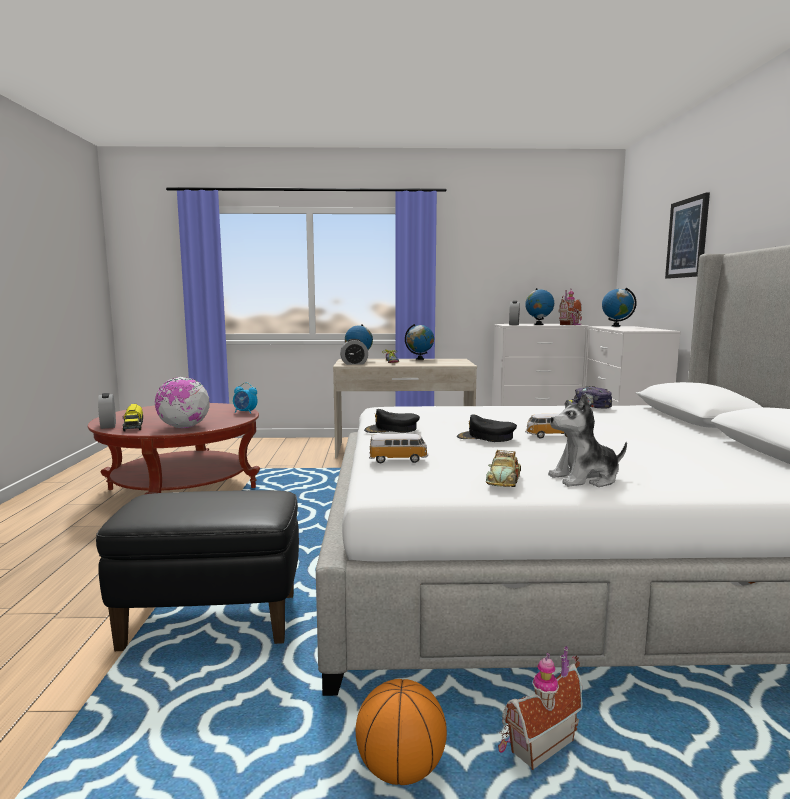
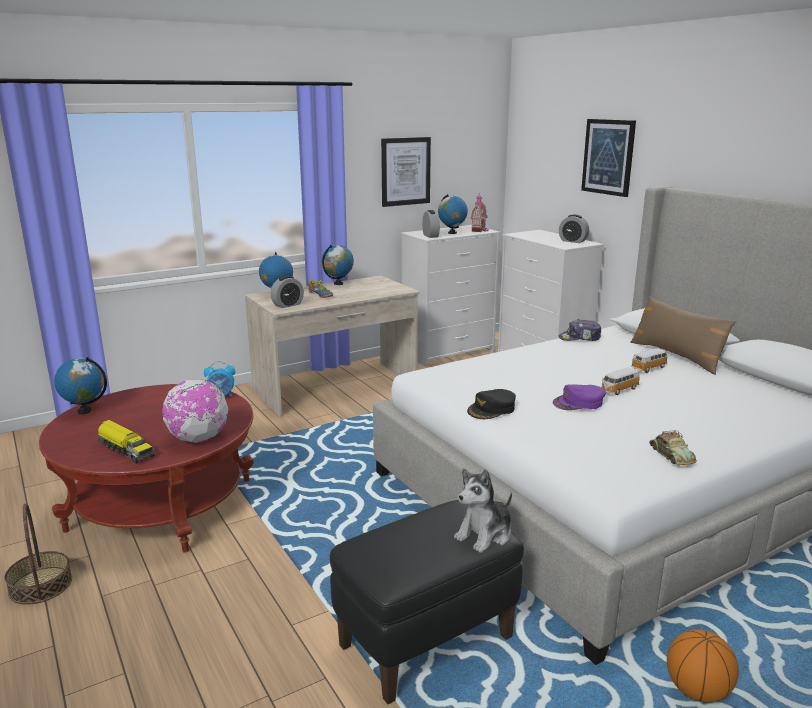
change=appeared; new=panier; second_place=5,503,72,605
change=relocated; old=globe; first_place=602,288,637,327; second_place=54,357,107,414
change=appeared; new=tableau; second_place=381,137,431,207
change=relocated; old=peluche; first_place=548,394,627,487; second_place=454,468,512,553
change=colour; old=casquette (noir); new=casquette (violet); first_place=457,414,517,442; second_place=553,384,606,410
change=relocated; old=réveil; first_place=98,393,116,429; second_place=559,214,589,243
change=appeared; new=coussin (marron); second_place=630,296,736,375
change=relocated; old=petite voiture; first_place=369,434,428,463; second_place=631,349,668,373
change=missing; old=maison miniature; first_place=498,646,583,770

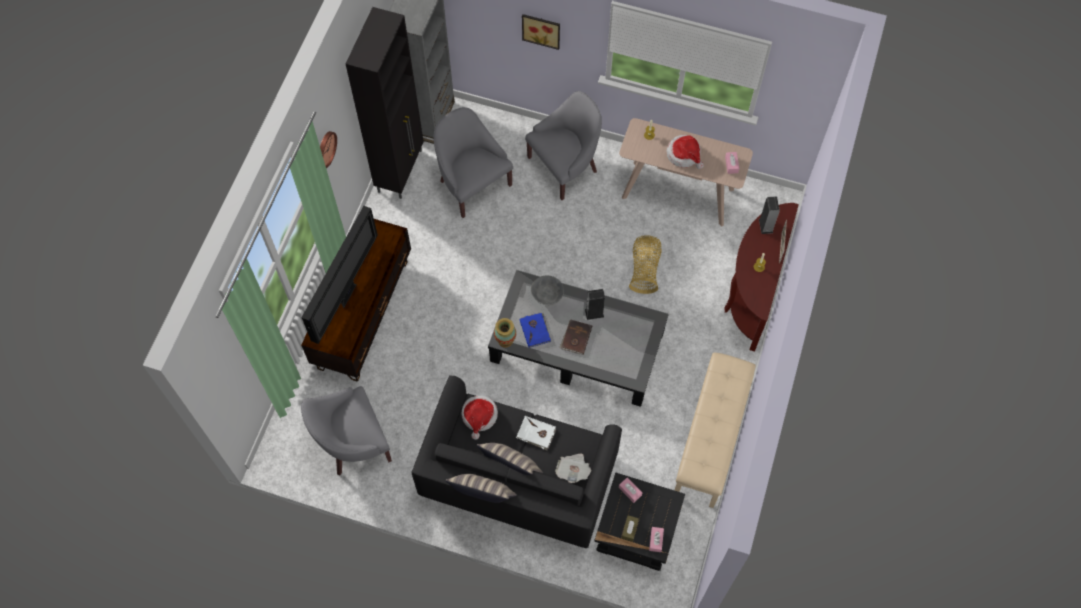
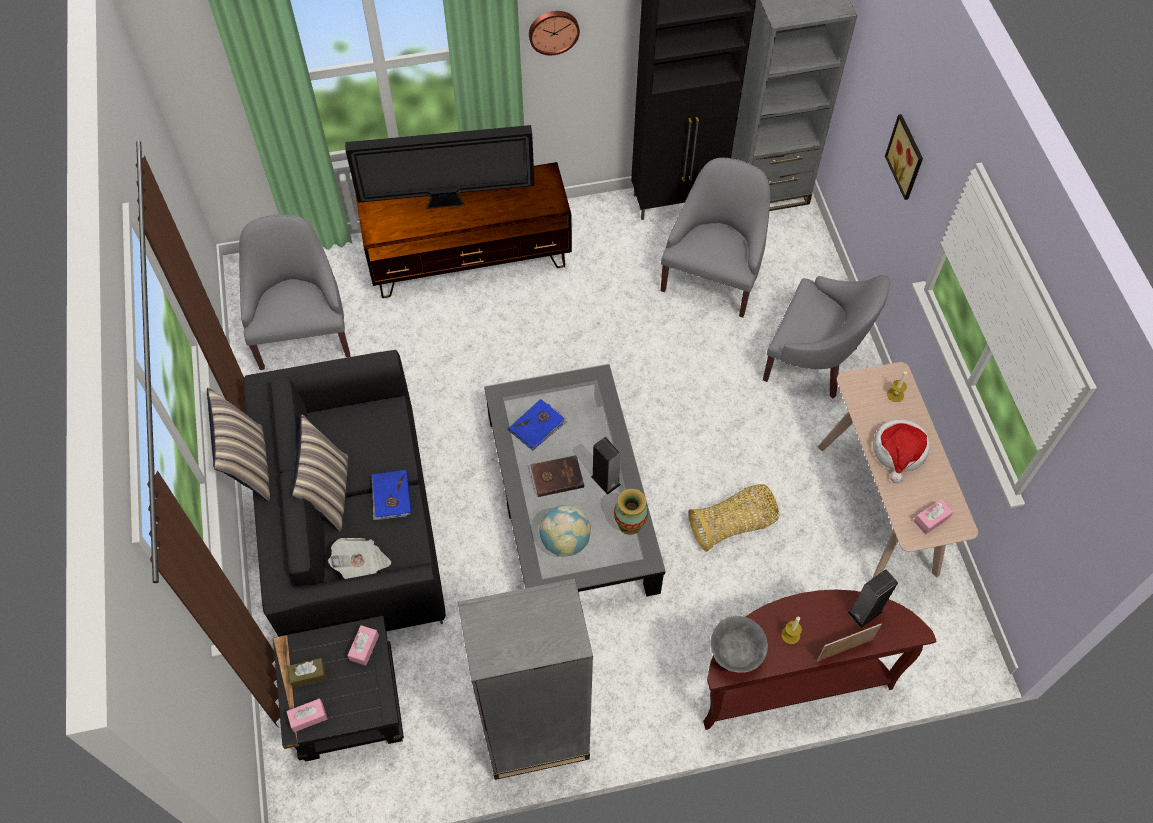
change=spun; old=fauteuil (gris); first_place=301,386,392,476; second_place=239,214,350,370; degrees=45
change=colour; old=livre (blanc); new=livre (bleu); first_place=516,416,556,451; second_place=372,470,412,520
change=exchanged; old=banc (beige); new=bibliothèque (gris); first_place=674,352,756,508; second_place=458,579,593,780
change=appeared; new=globe; second_place=539,505,591,557
change=relocated; old=vase; first_place=494,318,516,347; second_place=614,489,648,535
change=relocated; old=bol (gris); first_place=531,276,564,305; second_place=710,616,768,673
change=missing; old=chapeau; first_place=462,396,498,440

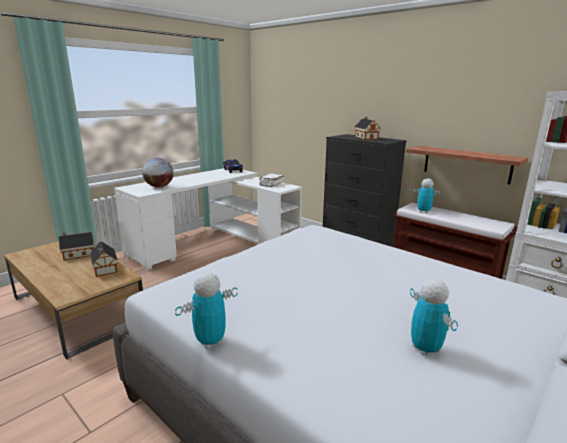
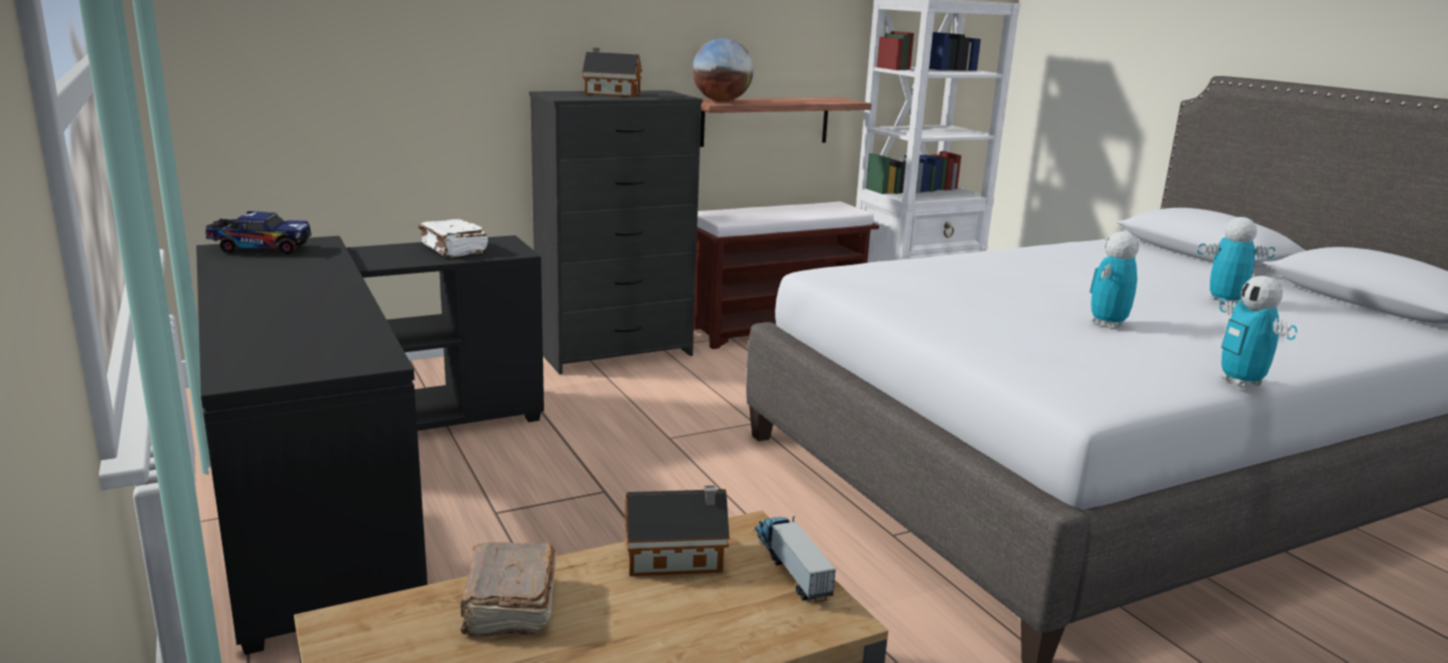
change=colour; old=bureau (blanc); new=bureau (noir); first_place=114,168,302,270; second_place=196,235,544,655
change=exchanged; old=maison miniature; new=livre (marron); first_place=59,232,94,260; second_place=460,542,556,637
change=relocated; old=globe; first_place=142,157,174,187; second_place=692,38,754,102
change=appeared; new=camion jouet; second_place=755,516,836,603
change=relocated; old=robot jouet; first_place=411,178,442,213; second_place=1090,231,1139,328

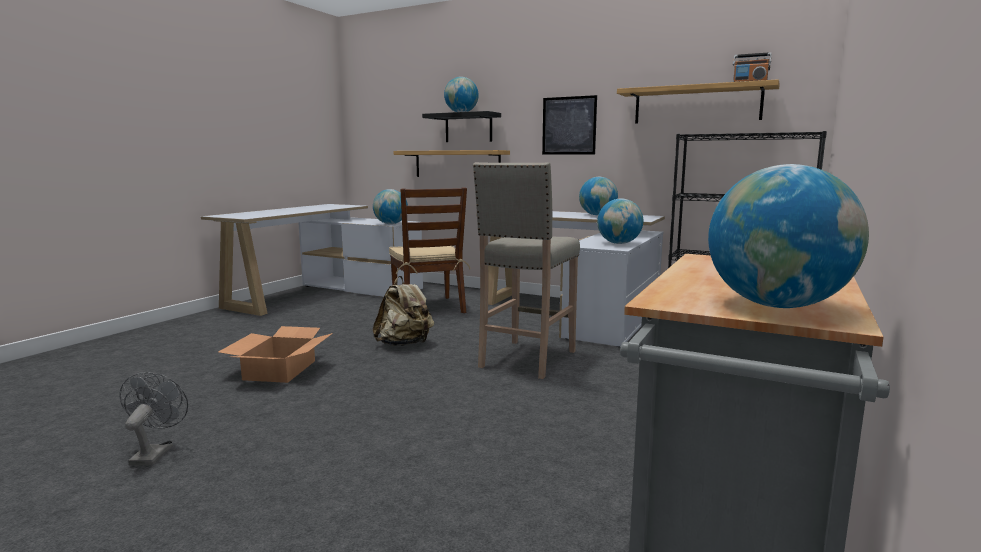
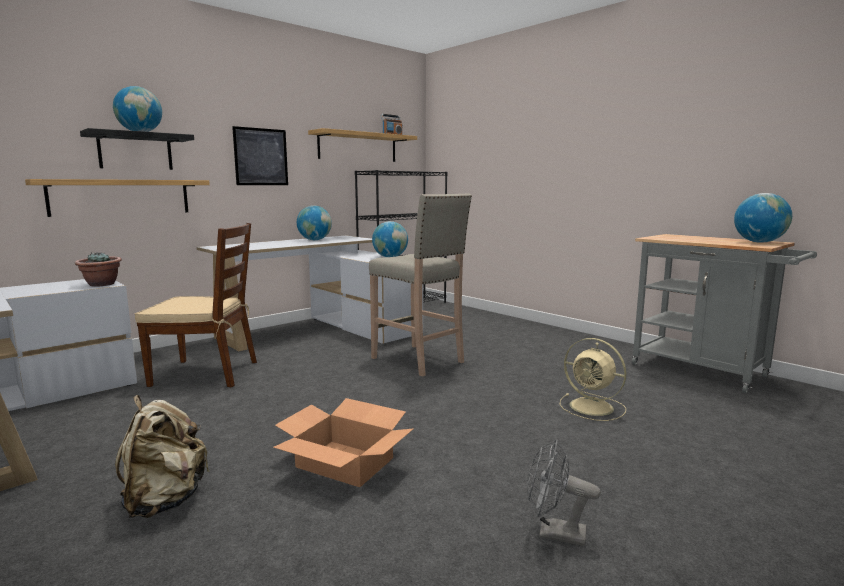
change=exchanged; old=globe; new=plante en pot; first_place=373,189,408,224; second_place=75,252,122,287
change=relocated; old=sac à dos (beige); first_place=373,276,434,346; second_place=115,395,210,518
change=appeared; new=ventilateur (beige); second_place=560,338,627,421

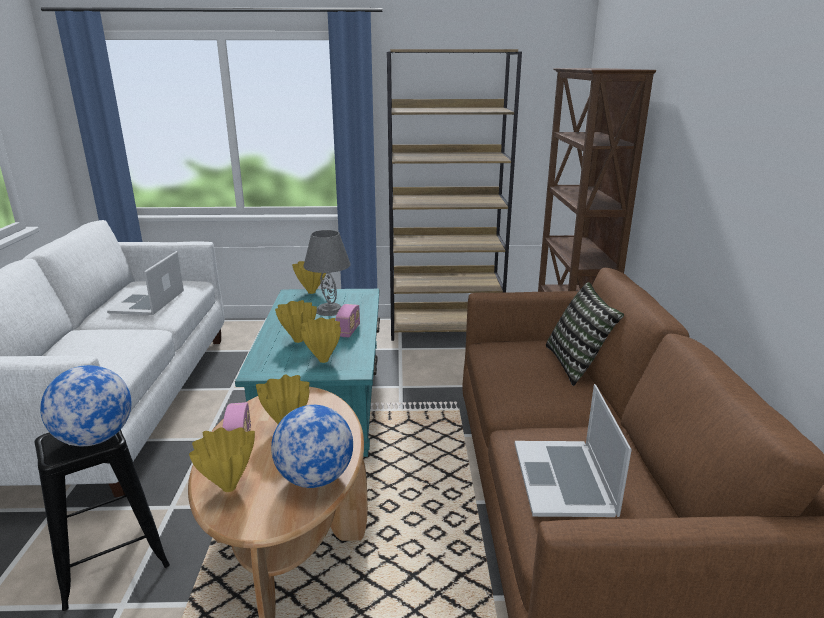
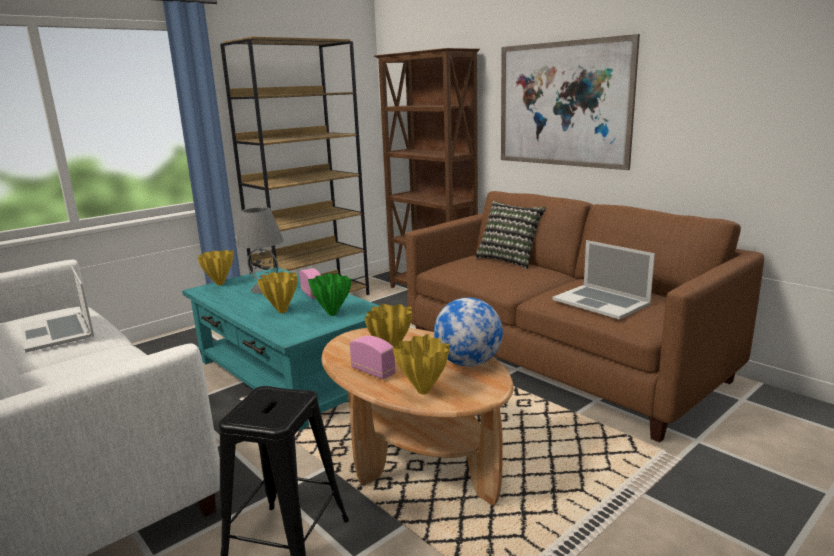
change=colour; old=vase (jaune); new=vase (vert); first_place=300,318,341,363; second_place=308,273,352,316
change=appeared; new=tableau; second_place=501,34,640,170
change=missing; old=globe; first_place=40,365,131,446

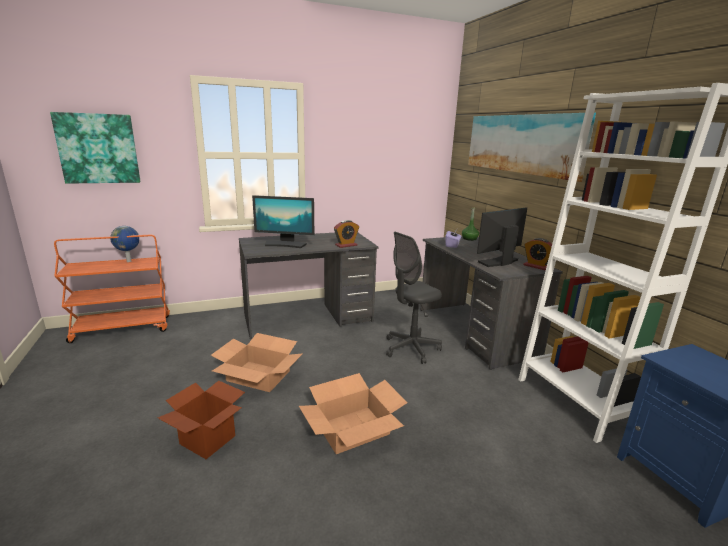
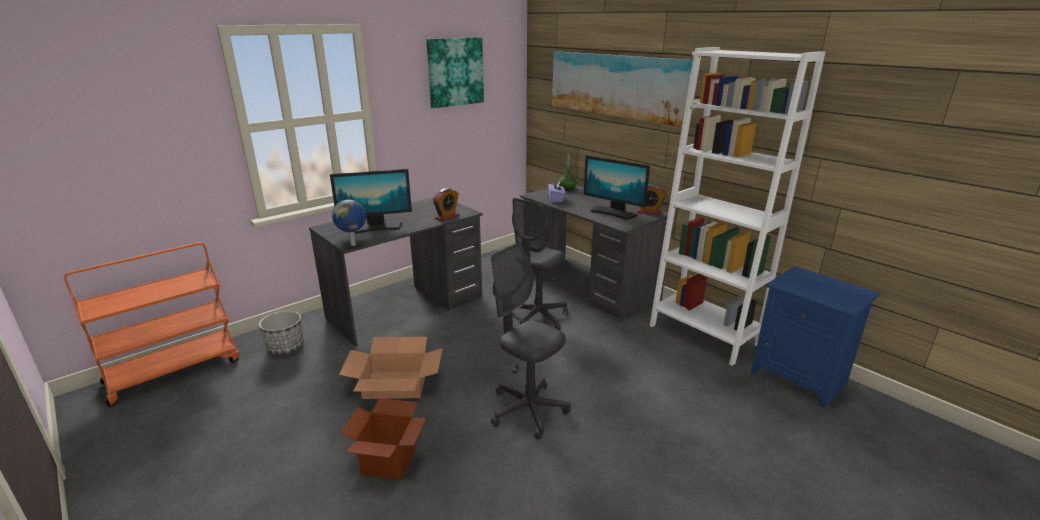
change=appeared; new=cache-pot; second_place=259,311,304,355
change=relocated; old=globe; first_place=110,226,139,262; second_place=332,199,366,246
change=relocated; old=tableau; first_place=50,112,141,184; second_place=426,37,484,108
change=exchanged; old=carton; new=chaise de bureau (gris); first_place=299,373,408,454; second_place=491,243,571,440
change=spun; old=écran d'ordinateur; first_place=477,207,527,267; second_place=584,156,650,220; degrees=-90

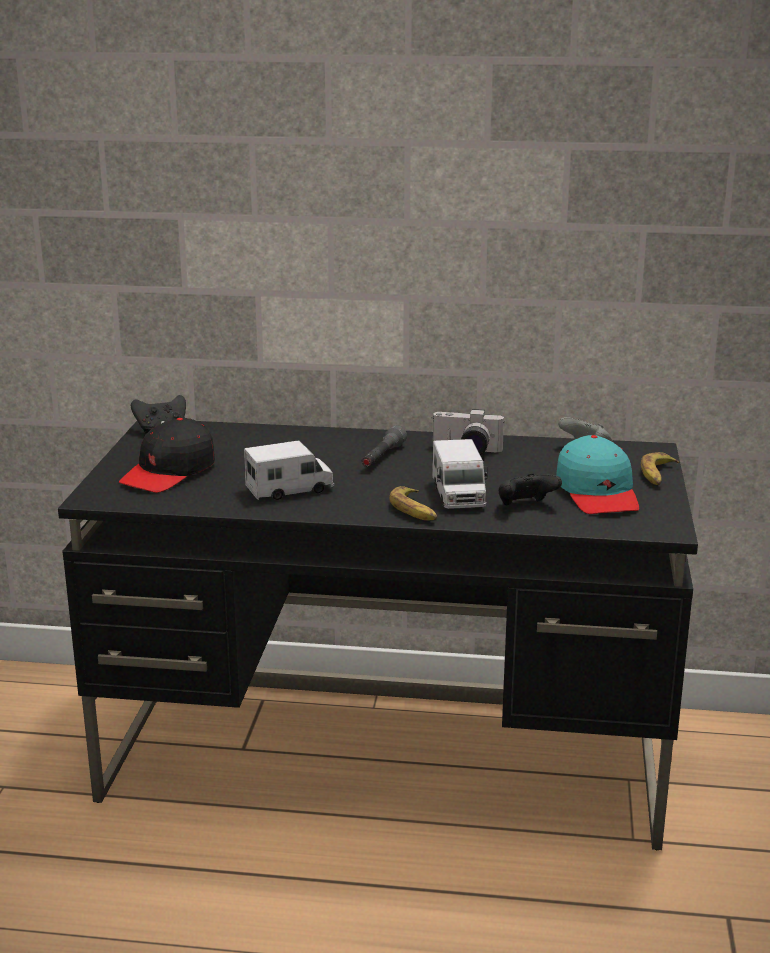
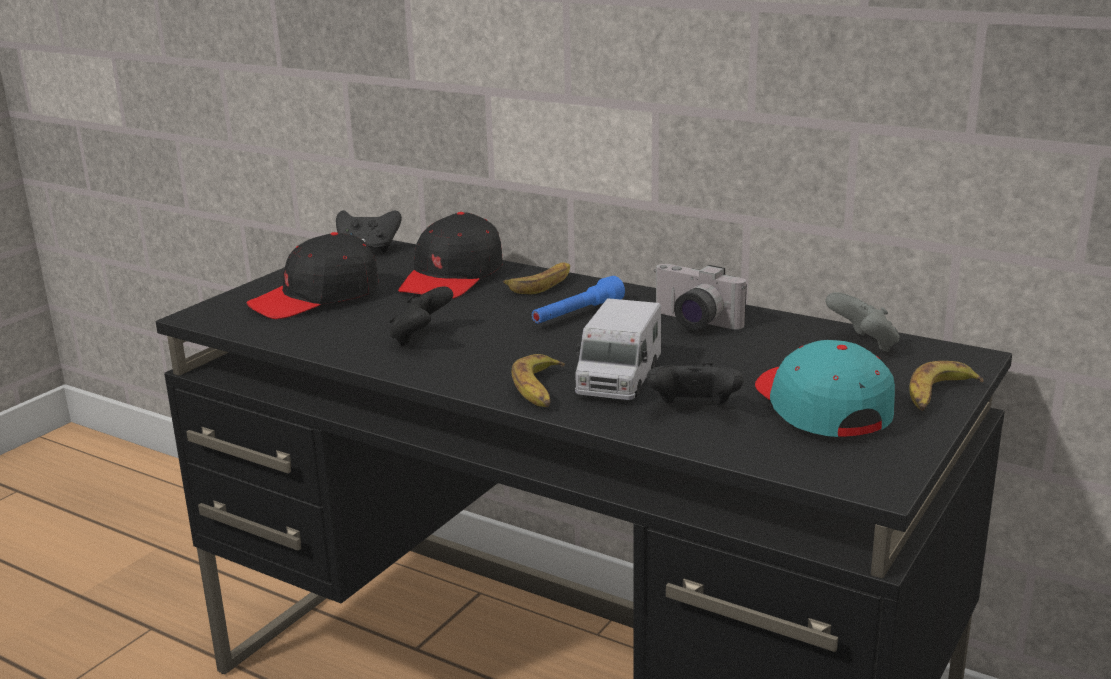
change=exchanged; old=camion jouet; new=manette (noir); first_place=244,440,334,500; second_place=389,286,453,346
change=appeared; new=casquette (noir); second_place=398,212,503,299
change=appeared; new=banane; second_place=503,263,570,294
change=colour; old=lampe de poche (gris); new=lampe de poche (bleu); first_place=362,425,407,467; second_place=532,276,625,324
change=spun; old=casquette (turquoise); first_place=556,435,639,514; second_place=755,340,895,437; degrees=150

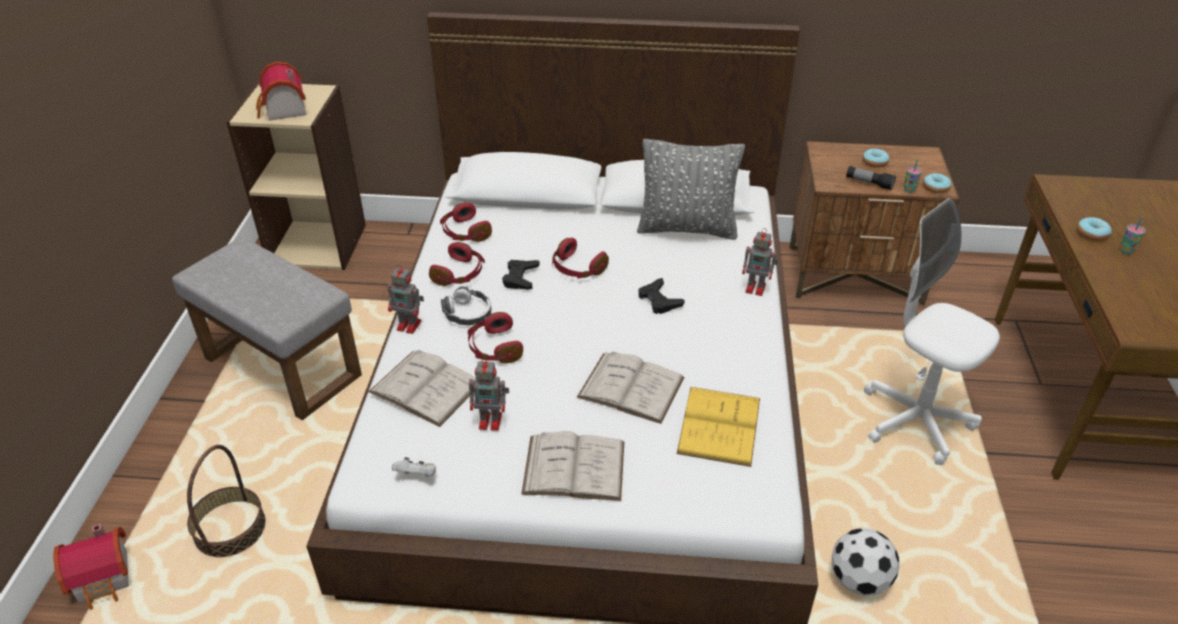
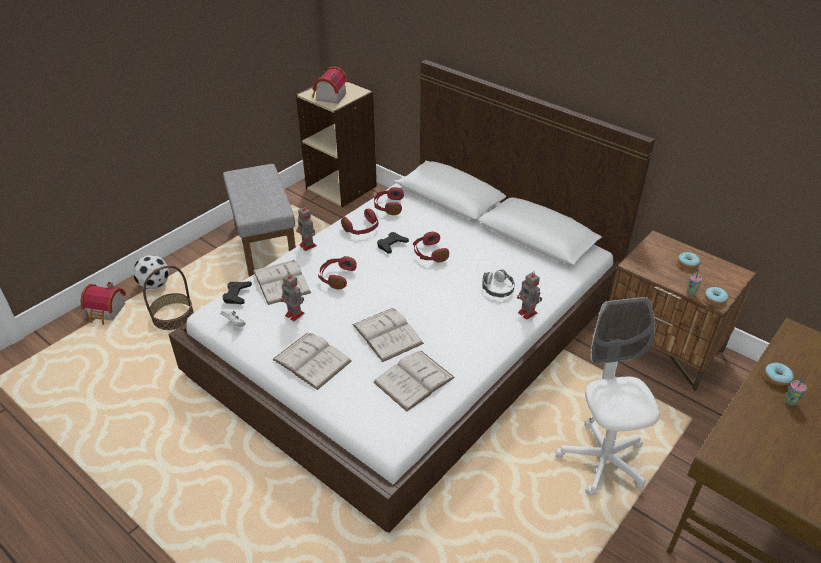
change=relocated; old=ballon de foot; first_place=832,528,900,596; second_place=133,255,169,289
change=relocated; old=manette (noir); first_place=638,278,685,314; second_place=222,281,252,304
change=colour; old=livre (jaune); new=livre (blanc); first_place=677,387,760,467; second_place=373,351,455,412
change=relocated; old=casque audio; first_place=441,286,491,325; second_place=482,270,515,298
change=missing; old=coussin (gris); first_place=637,139,745,240
change=missing; old=lampe de poche; first_place=846,166,896,190

